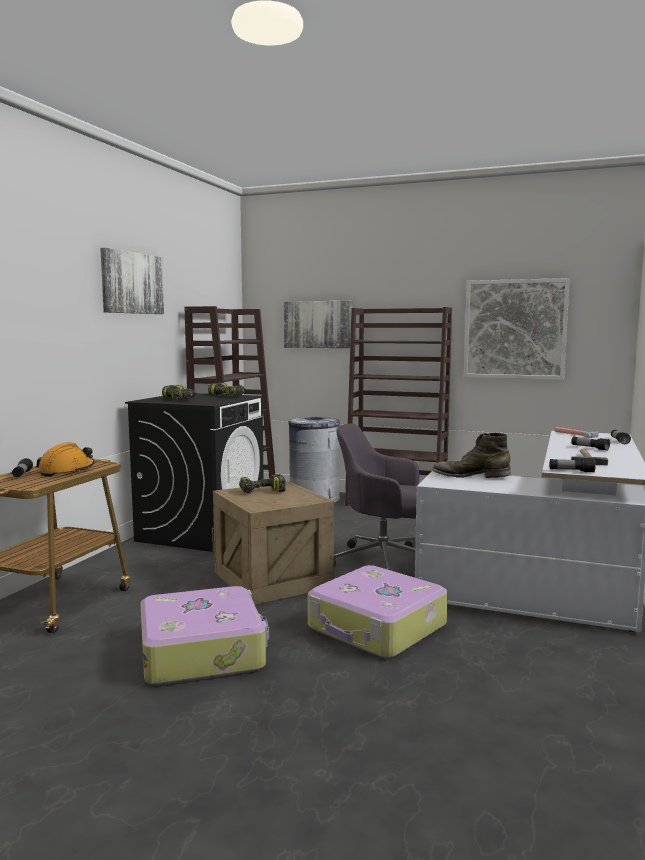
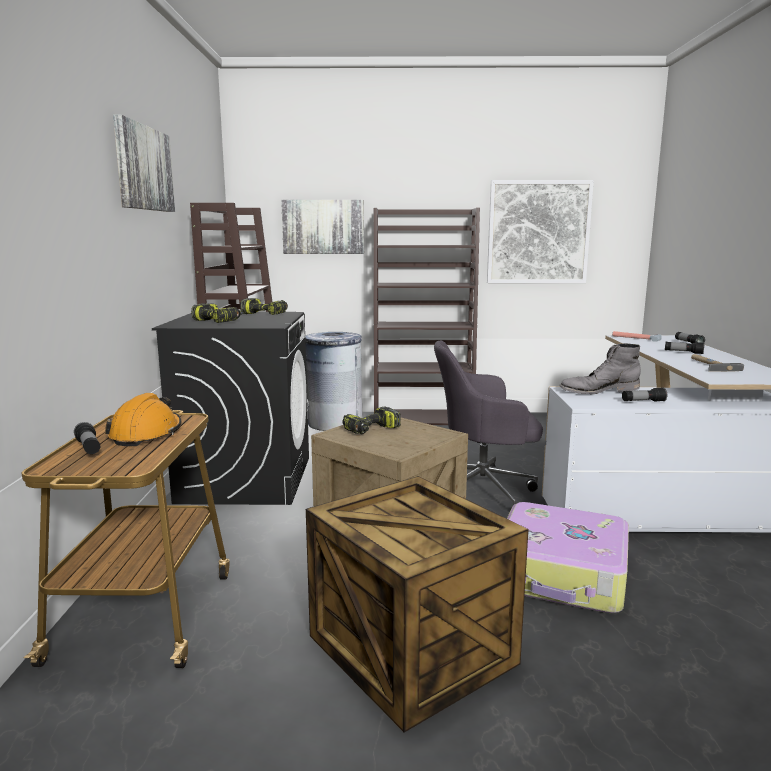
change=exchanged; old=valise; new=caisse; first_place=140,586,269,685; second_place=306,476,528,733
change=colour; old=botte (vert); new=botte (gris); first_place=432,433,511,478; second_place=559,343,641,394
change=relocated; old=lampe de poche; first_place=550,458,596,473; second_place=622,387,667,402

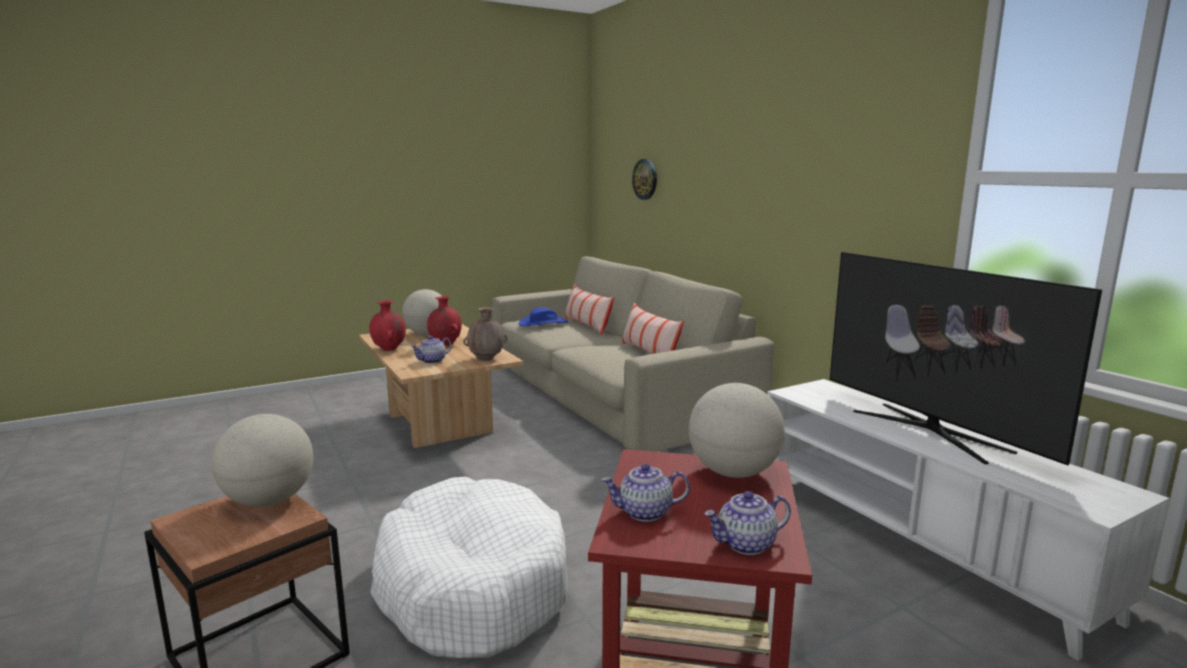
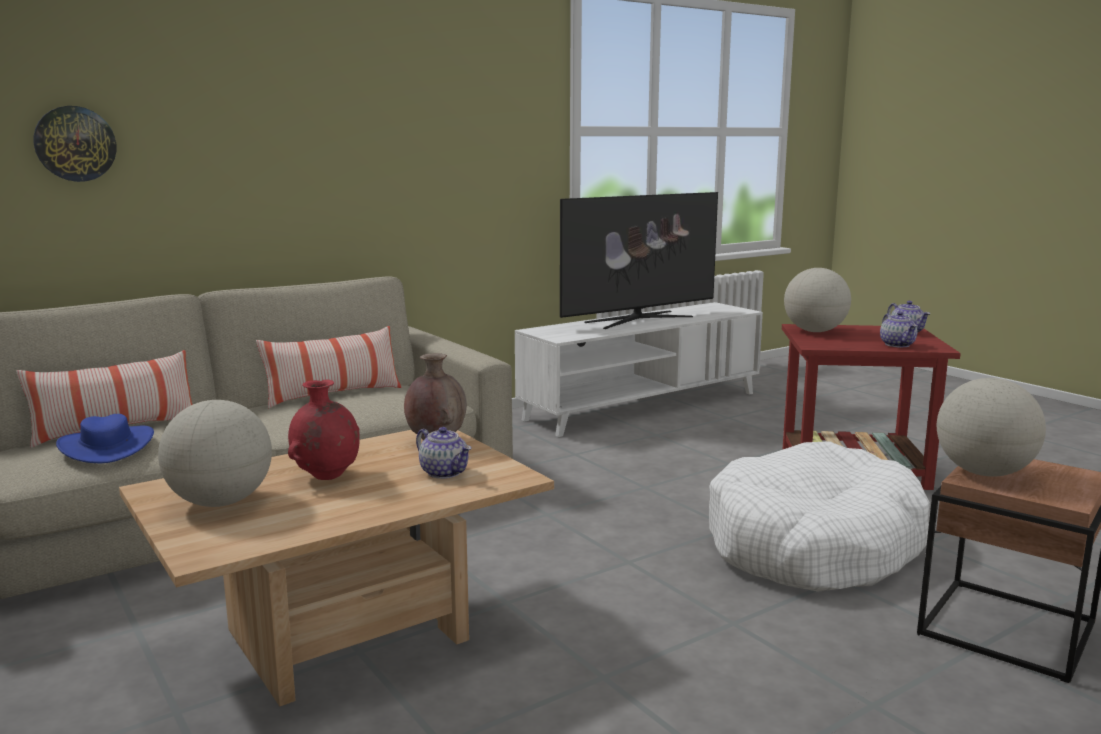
change=missing; old=vase (rouge); first_place=369,300,406,351

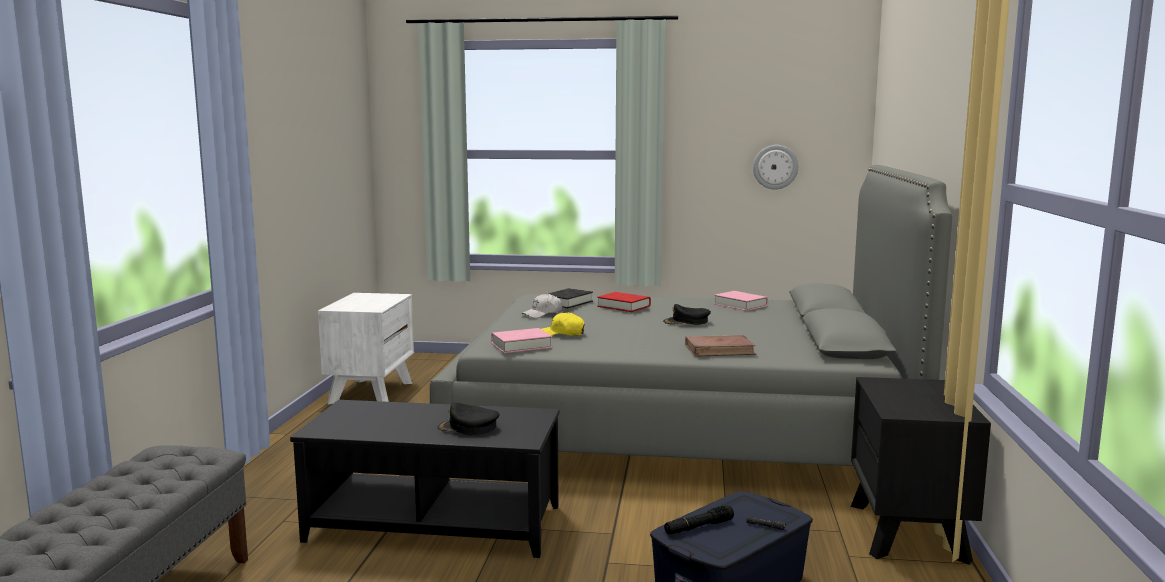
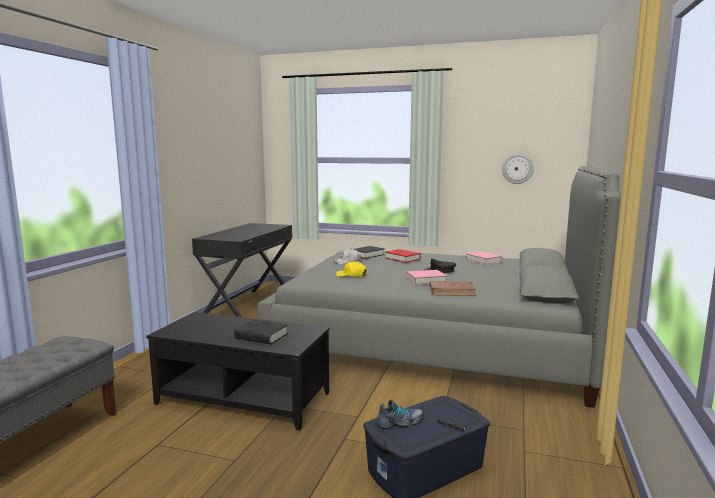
change=exchanged; old=table de chevet (blanc); new=bureau (noir); first_place=318,293,414,404; second_place=192,223,292,317
change=exchanged; old=casquette (noir); new=livre (noir); first_place=438,402,500,435; second_place=234,319,288,344
change=exchanged; old=lampe de poche (noir); new=chaussure; first_place=664,505,734,535; second_place=376,400,424,429
change=relocated; old=livre (rose); first_place=491,328,552,353; second_place=406,270,447,285
change=missing; old=table de chevet (noir); first_place=851,377,991,565

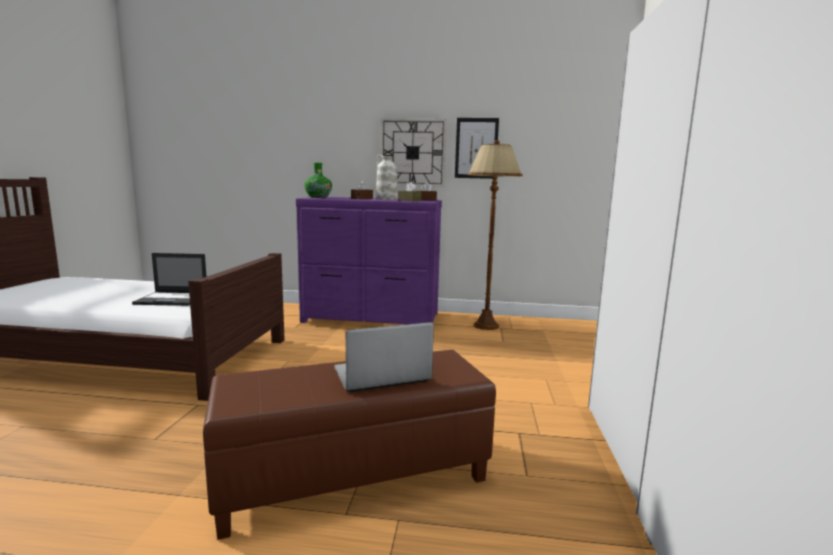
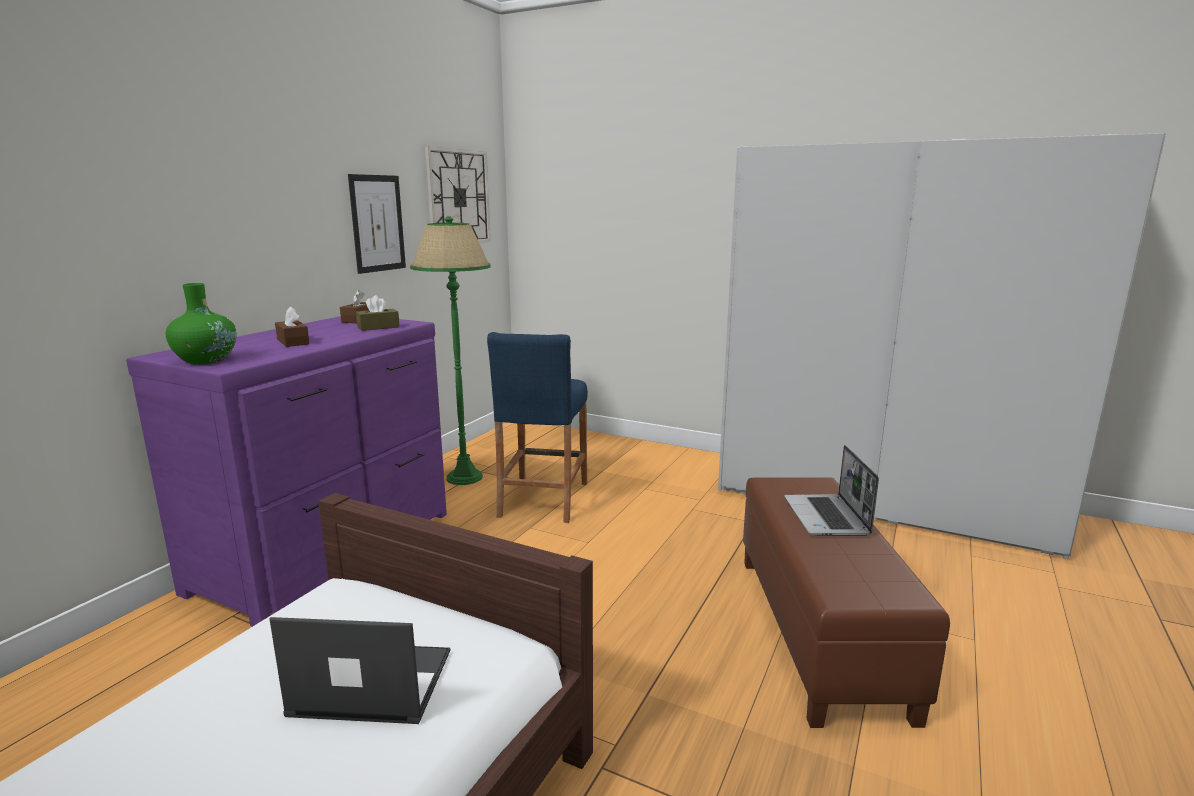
change=spun; old=ordinateur portable; first_place=132,253,206,306; second_place=270,617,450,724; degrees=-105
change=colour; old=lampadaire (marron); new=lampadaire (vert); first_place=468,140,523,330; second_place=410,216,491,485
change=relocated; old=horloge murale; first_place=381,118,446,187; second_place=425,146,491,243
change=appeared; new=tabouret (bleu); second_place=487,332,588,523
change=missing; old=vase (blanc); first_place=376,155,397,200

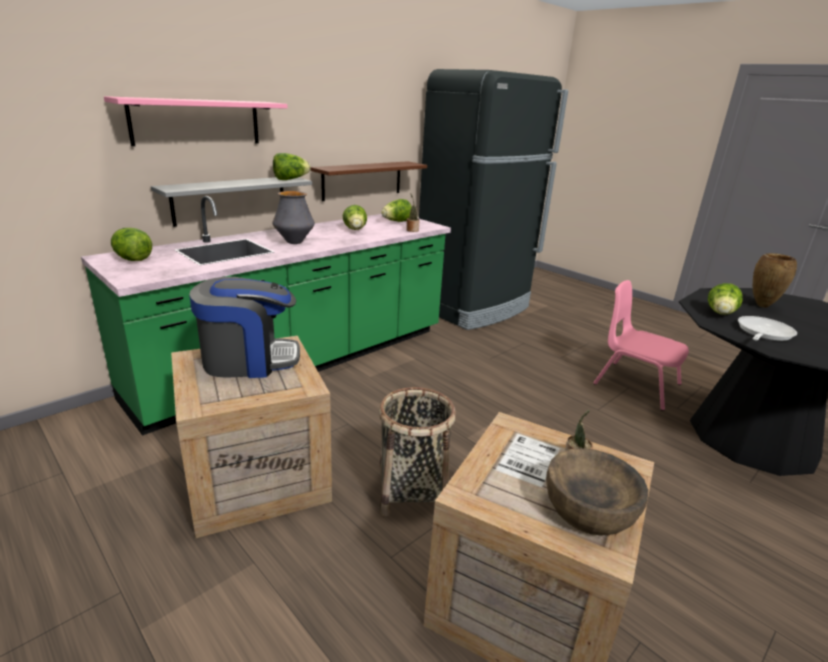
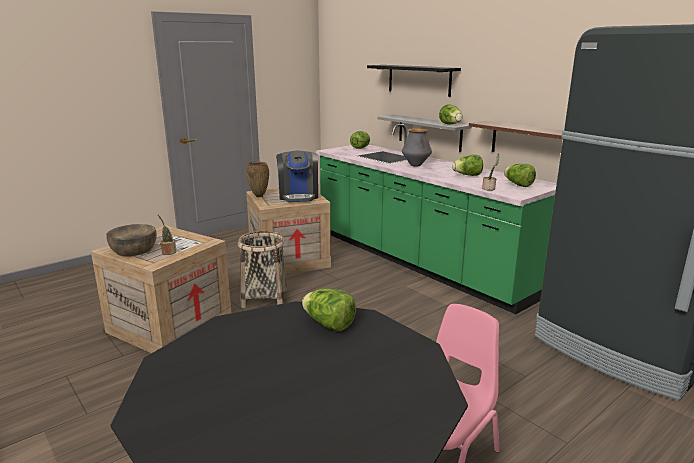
change=relocated; old=vase (marron); first_place=753,253,797,308; second_place=246,162,269,197
change=colour; old=étagère (rose); new=étagère (noir); first_place=104,96,288,146; second_place=367,65,461,97
change=missing; old=poêle; first_place=738,316,797,341

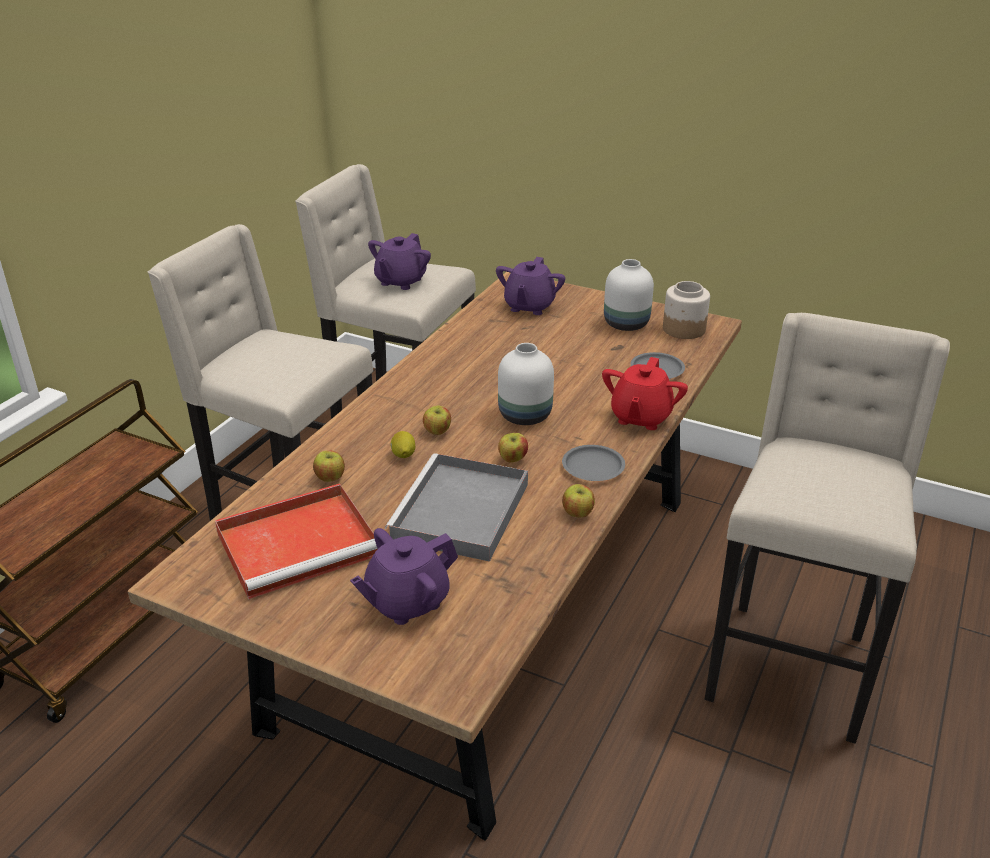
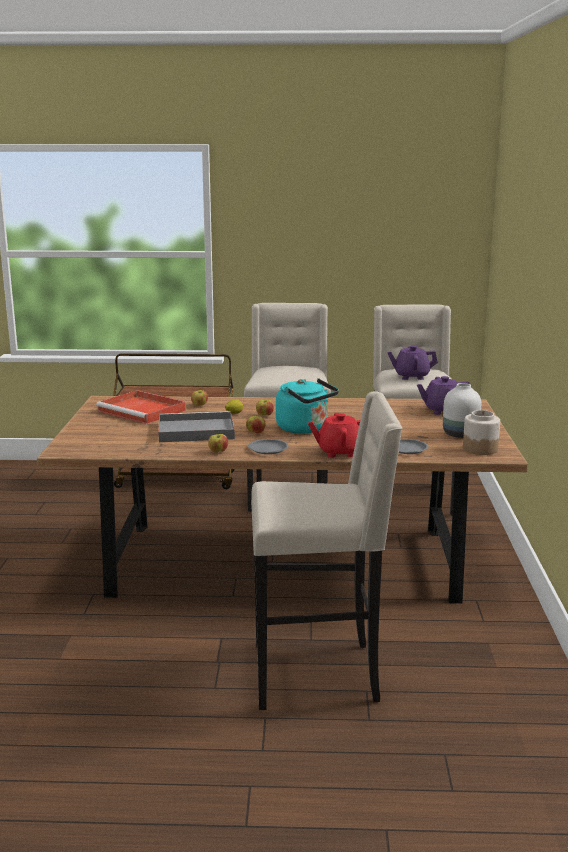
change=exchanged; old=vase (blanc); new=bouilloire (turquoise); first_place=498,343,554,425; second_place=276,378,339,434
change=missing; old=théière (violet); first_place=350,528,458,625

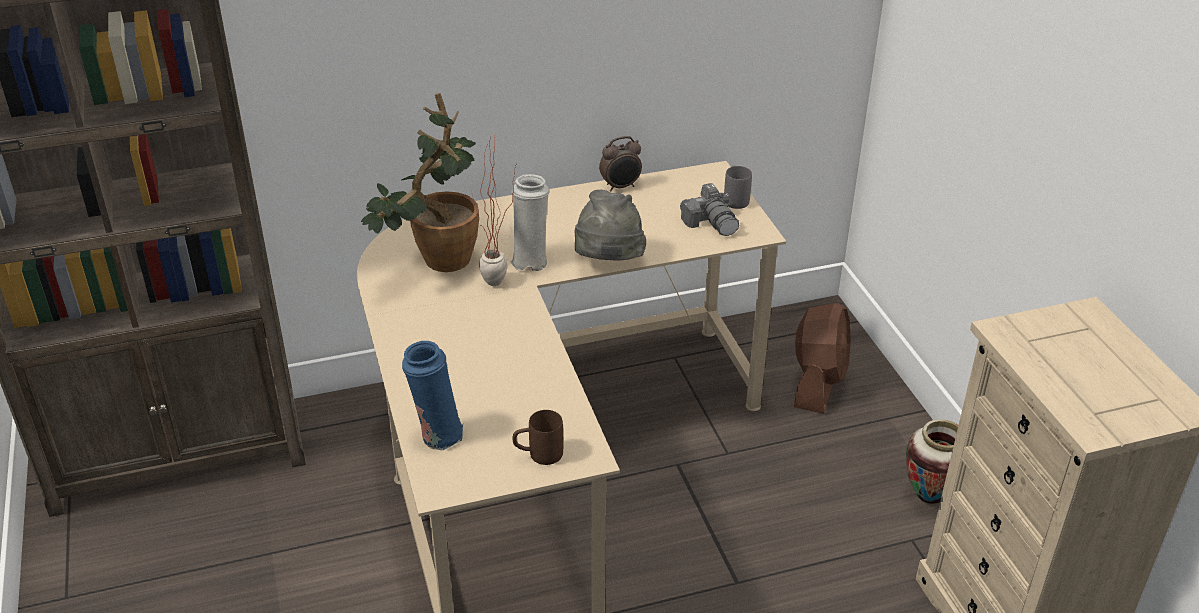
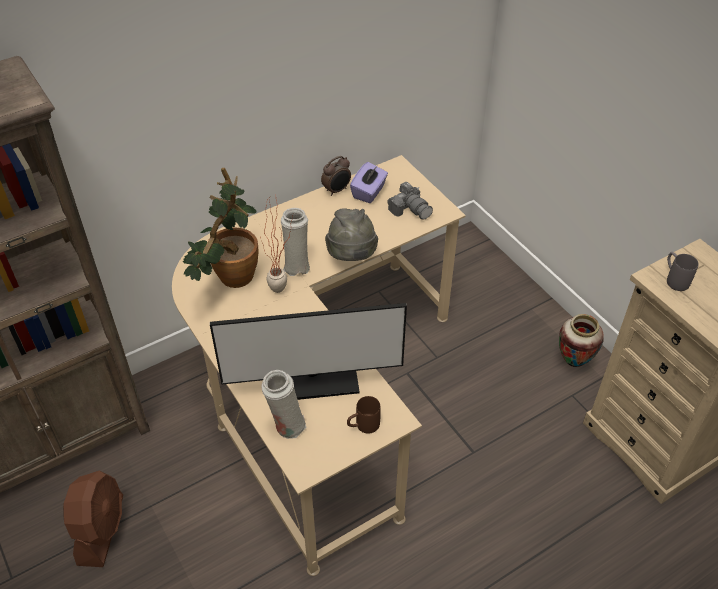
change=relocated; old=ventilateur (marron); first_place=794,303,851,414; second_place=63,471,123,567
change=appeared; new=écran d'ordinateur; second_place=210,303,407,400
change=colour; old=vase (bleu); new=vase (blanc); first_place=402,341,463,450; second_place=262,370,307,439
change=appeared; new=boîte à mouchoirs (violet); second_place=350,162,388,203
change=relocated; old=mug (gris); first_place=724,165,752,209; second_place=667,252,699,291

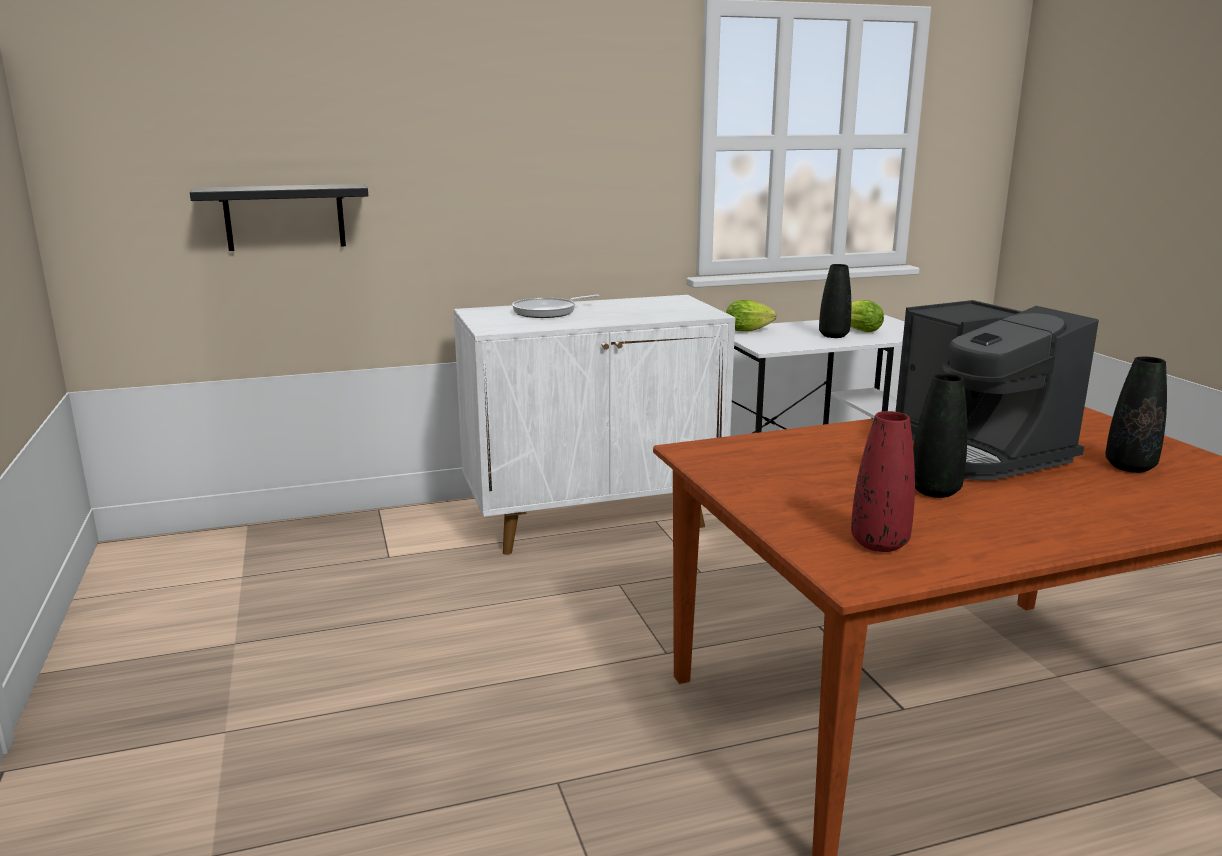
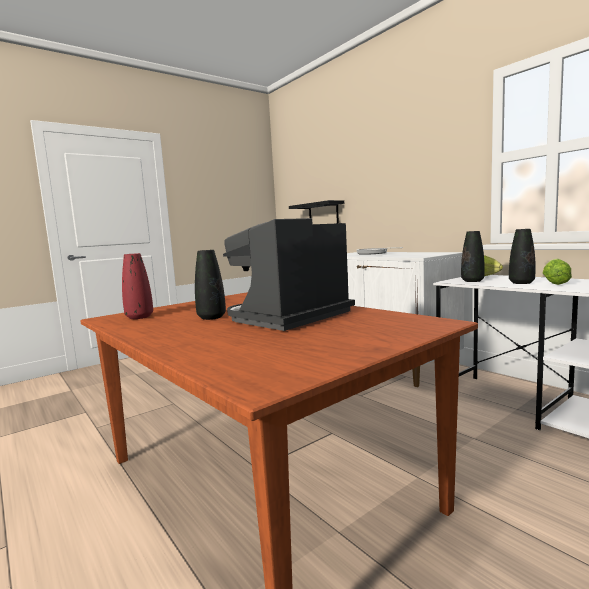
change=relocated; old=vase (noir); first_place=1105,356,1167,473; second_place=461,231,485,282

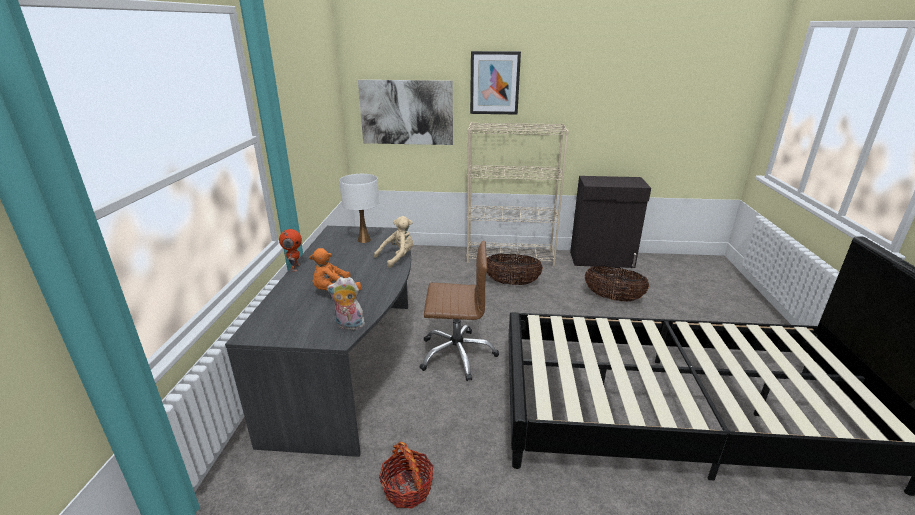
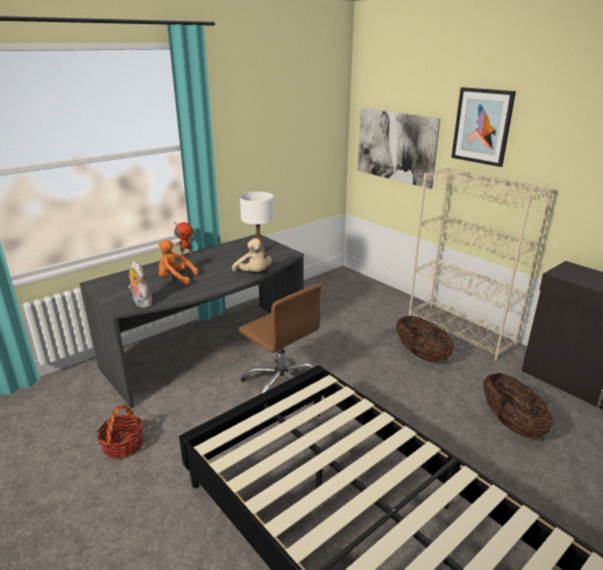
change=spun; old=peluche (beige); first_place=374,216,413,268; second_place=232,238,272,272; degrees=45

